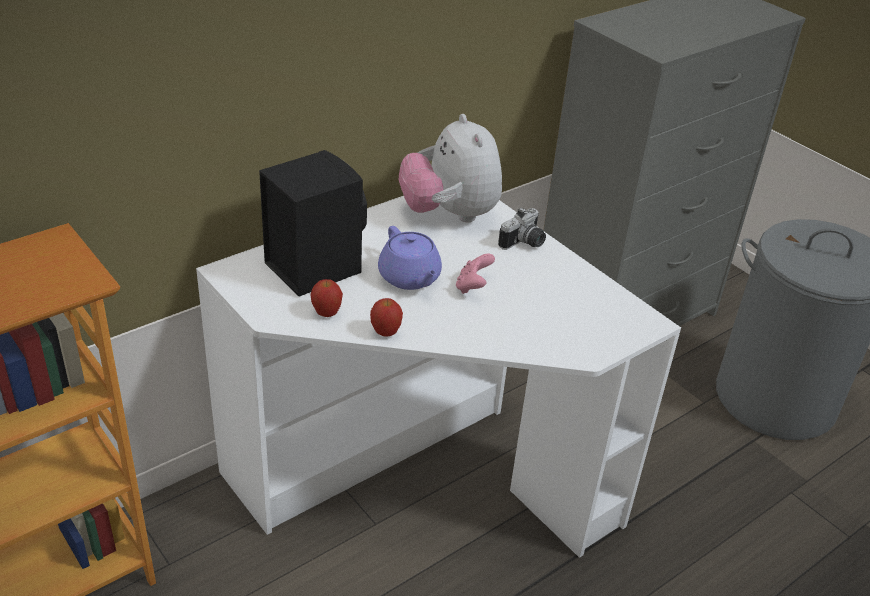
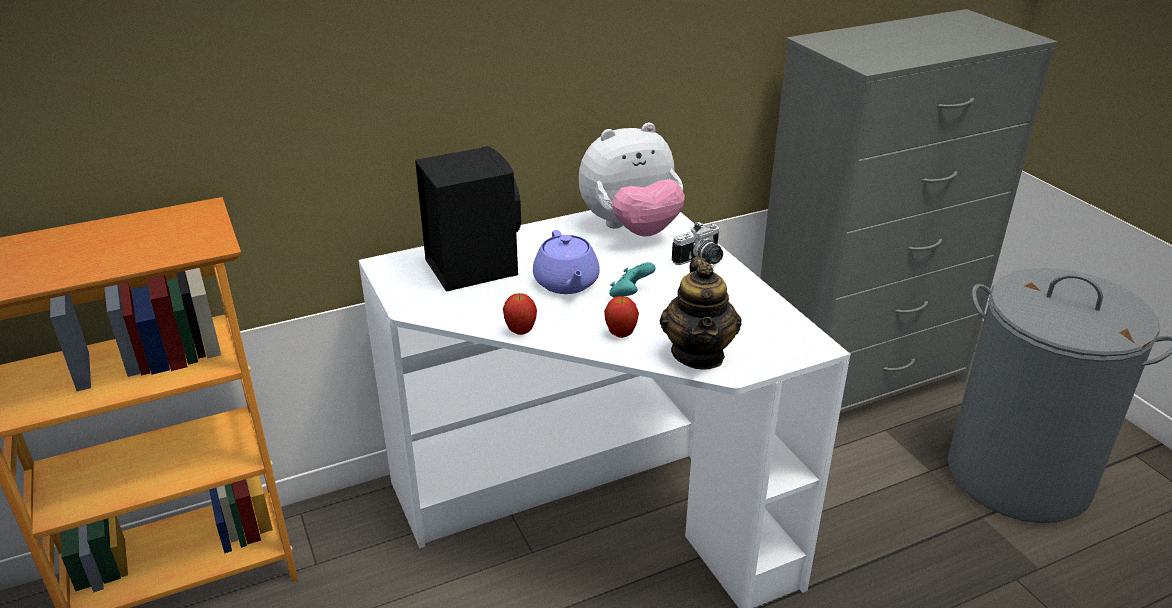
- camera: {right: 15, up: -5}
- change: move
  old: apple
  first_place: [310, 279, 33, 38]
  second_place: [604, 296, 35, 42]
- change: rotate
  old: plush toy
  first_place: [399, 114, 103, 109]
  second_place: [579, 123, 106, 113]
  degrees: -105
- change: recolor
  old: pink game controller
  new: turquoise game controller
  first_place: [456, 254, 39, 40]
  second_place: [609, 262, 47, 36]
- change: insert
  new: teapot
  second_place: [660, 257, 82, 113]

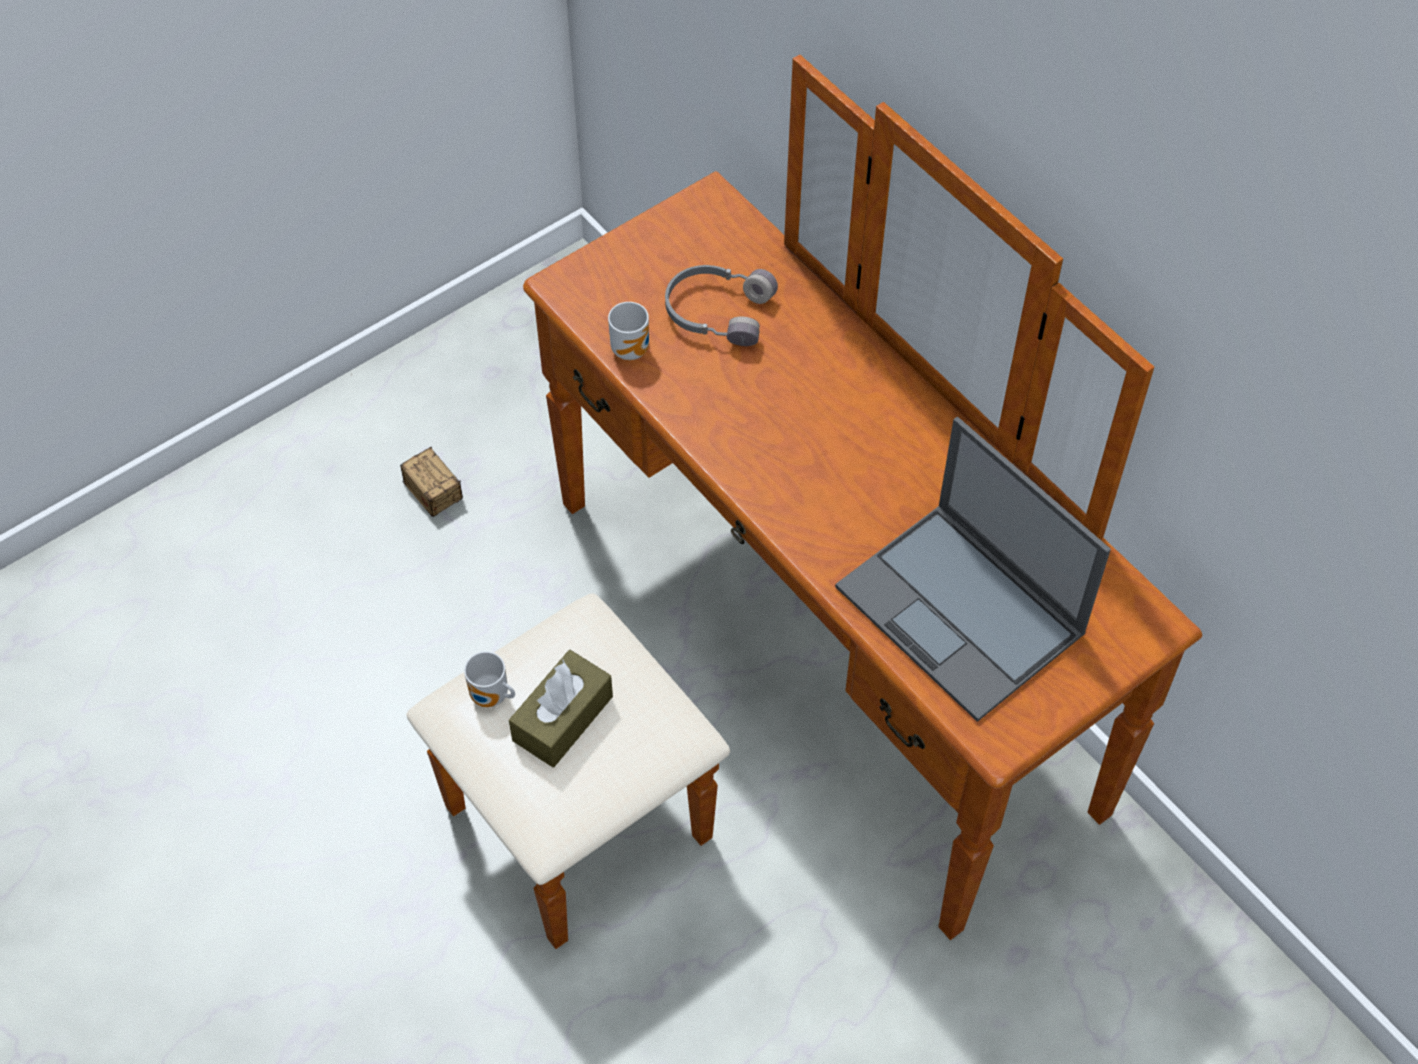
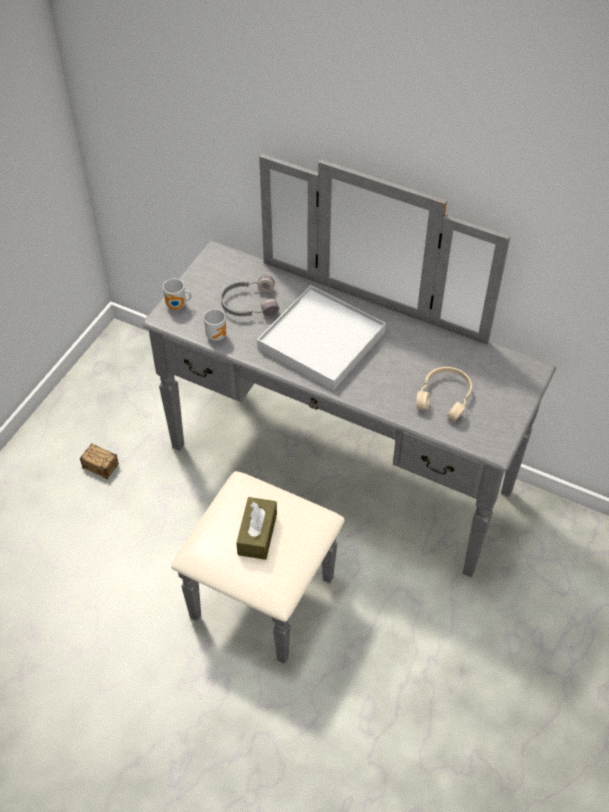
- camera: {right: -25, up: -5}
- change: recolor
  old: brown dresser
  new: grey dresser
  first_place: [407, 55, 795, 894]
  second_place: [142, 154, 414, 510]
- change: move
  old: mug
  first_place: [464, 651, 51, 56]
  second_place: [163, 278, 29, 32]
- change: replace
  old: laptop
  new: beige headphones
  first_place: [835, 417, 276, 305]
  second_place: [416, 367, 56, 55]
- change: insert
  new: white tray
  second_place: [257, 285, 129, 105]

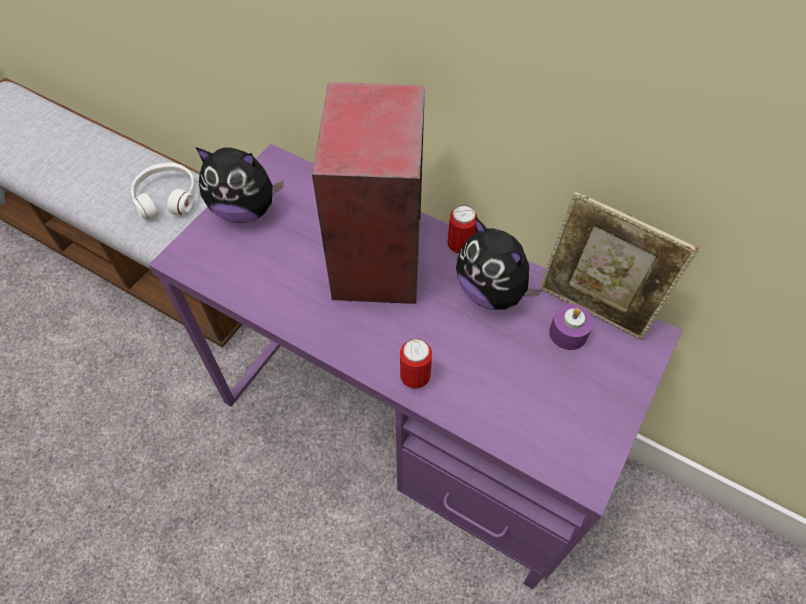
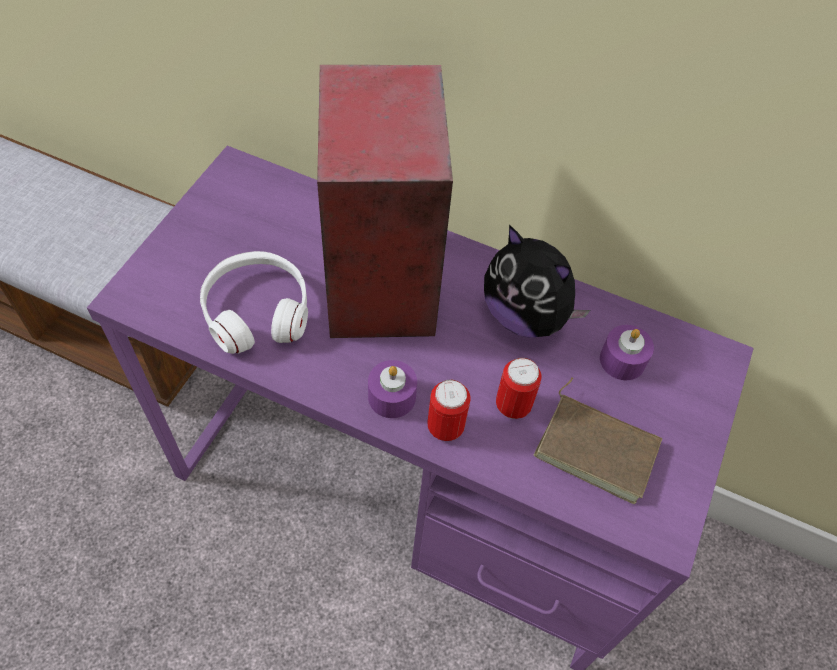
- camera: {right: -10, up: 0}
- change: move
  old: white headphones
  first_place: [131, 163, 65, 56]
  second_place: [200, 251, 108, 103]
- change: delete
  old: plush toy
  first_place: [196, 147, 88, 76]
- change: move
  old: can
  first_place: [447, 205, 31, 50]
  second_place: [496, 358, 45, 61]
- change: delete
  old: picture frame
  first_place: [539, 191, 160, 149]
- change: insert
  new: purple candle
  second_place: [368, 360, 49, 58]
- change: insert
  new: brown book
  second_place: [534, 377, 128, 127]

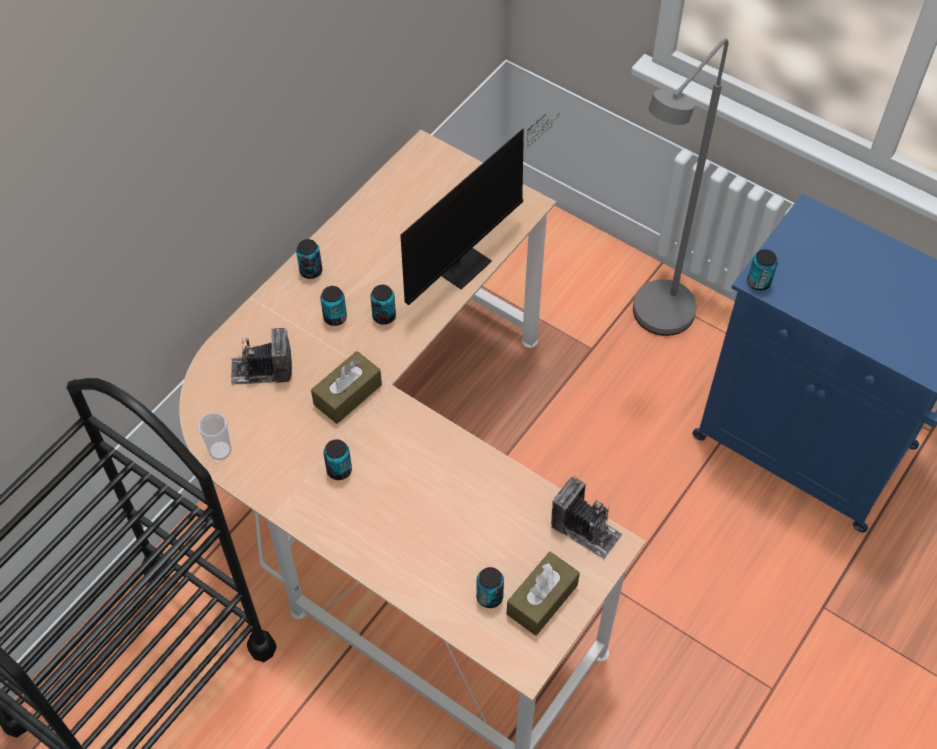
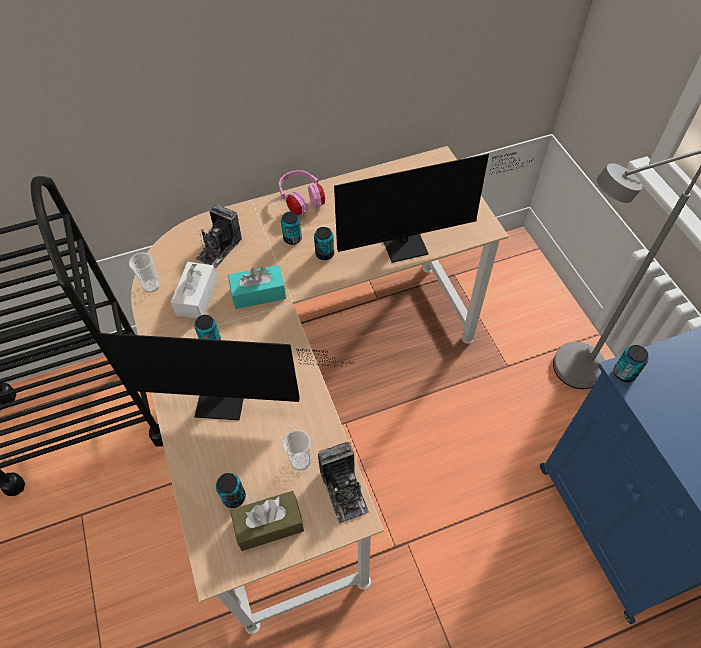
- camera: {right: 35, up: 0}
- change: rotate
  old: photo camera
  first_place: [231, 328, 61, 56]
  second_place: [195, 204, 47, 64]
  degrees: -90
- change: replace
  old: can
  new: pink headphones
  first_place: [296, 239, 26, 40]
  second_place: [279, 170, 46, 45]
- change: recolor
  old: brown tissue box
  new: turquoise tissue box
  first_place: [311, 351, 71, 73]
  second_place: [228, 265, 58, 44]
- change: insert
  new: monitor
  second_place: [99, 333, 256, 87]
- change: insert
  new: white tissue box
  second_place: [171, 262, 46, 57]
- change: insert
  new: cup
  second_place: [283, 430, 28, 41]

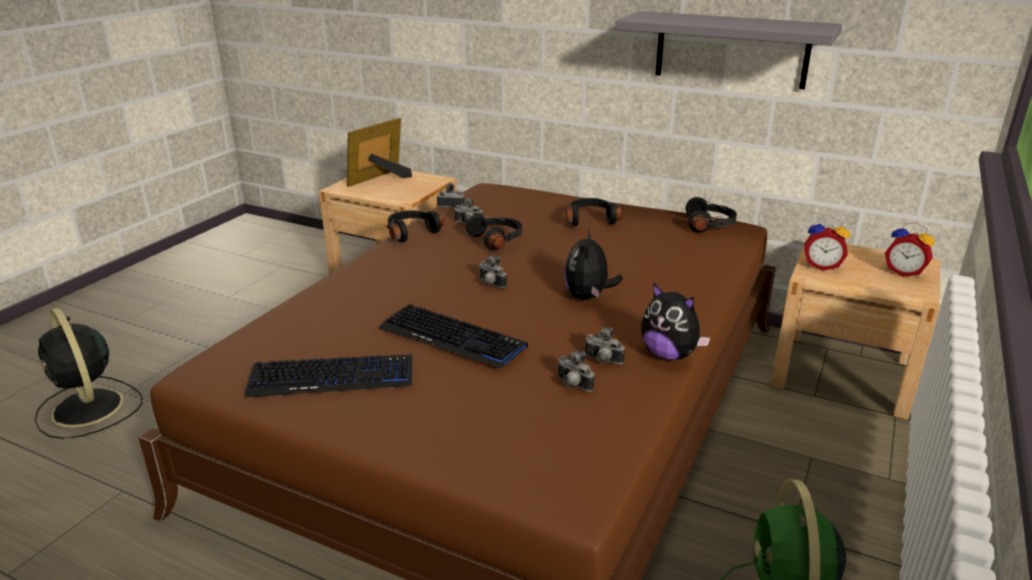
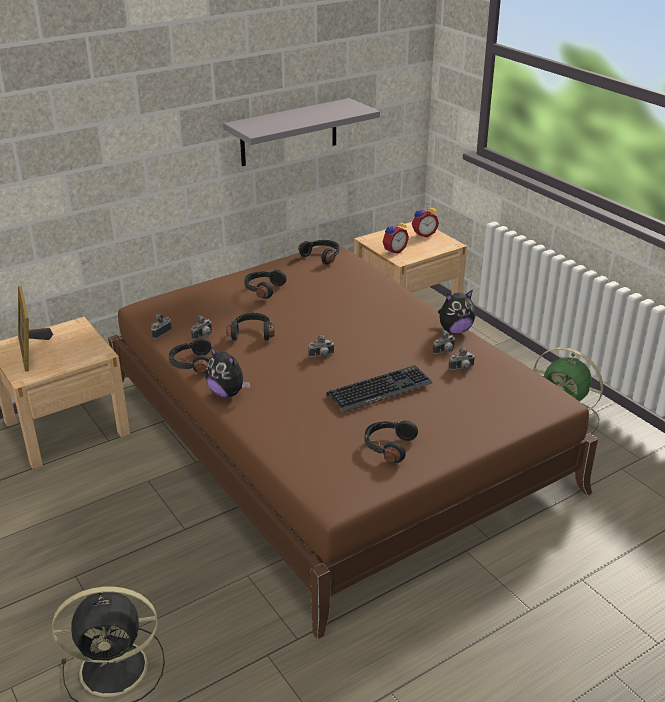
- camera: {right: -60, up: 5}
- change: replace
  old: keyboard
  new: black headphones
  first_place: [244, 354, 169, 44]
  second_place: [364, 420, 54, 43]
- change: move
  old: plush toy
  first_place: [564, 229, 59, 71]
  second_place: [205, 346, 45, 51]

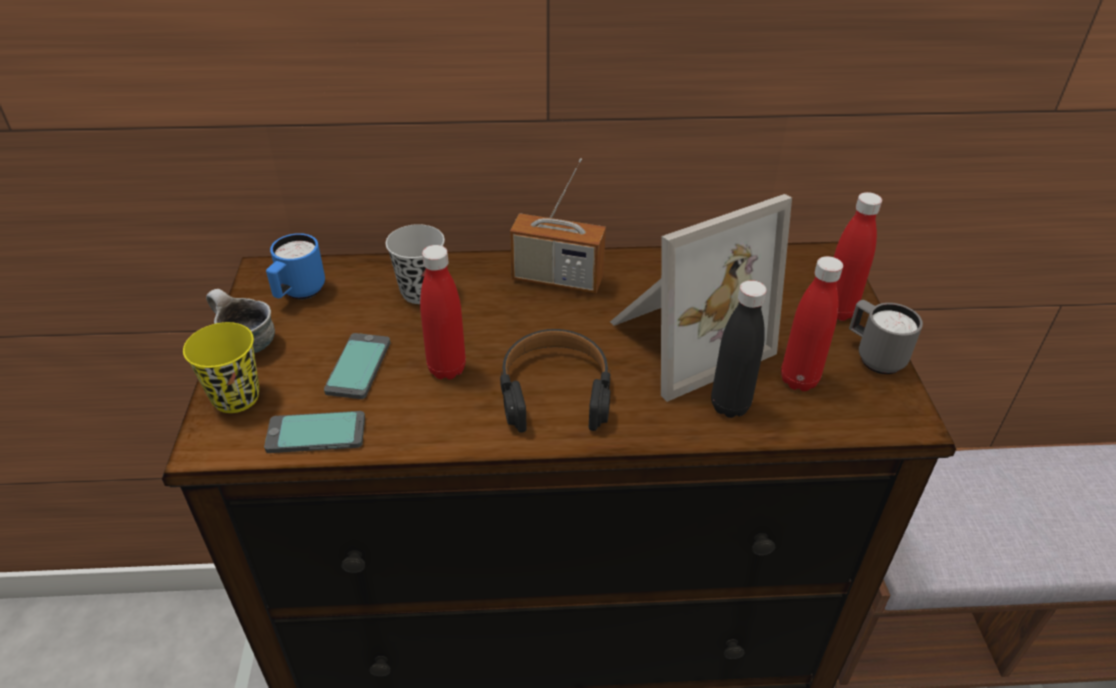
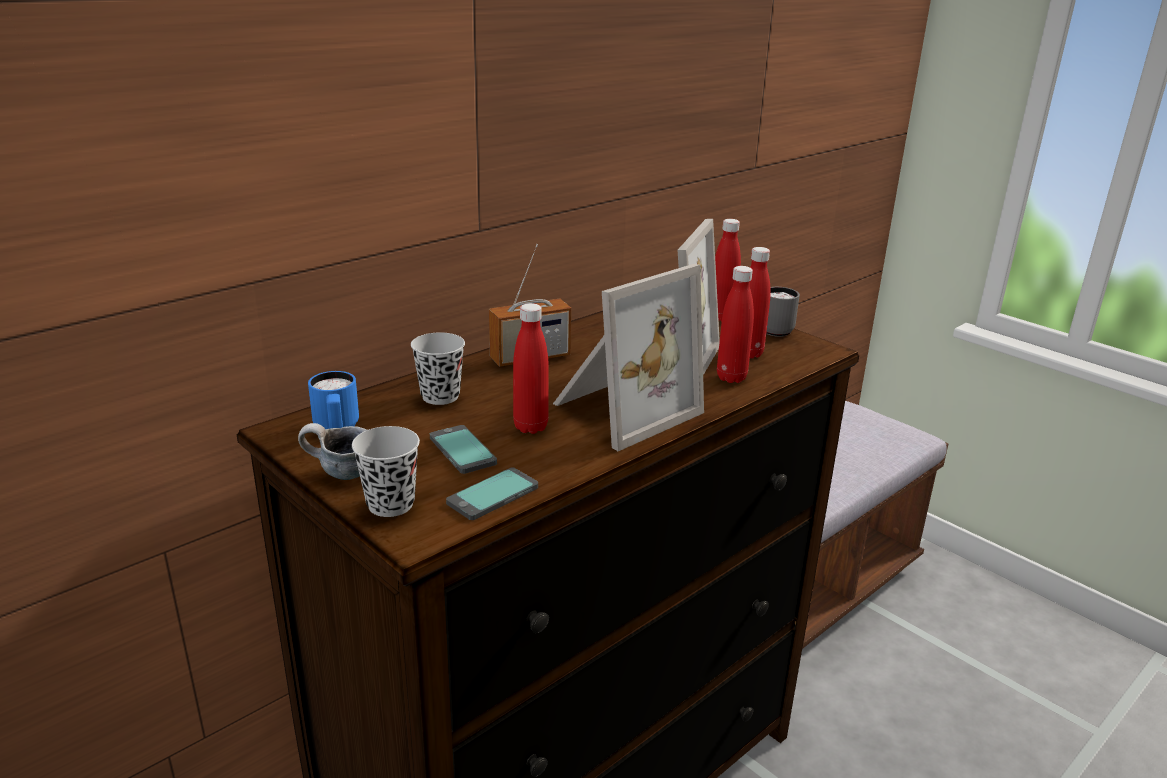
- camera: {right: -40, up: -15}
- change: recolor
  old: yellow cup
  new: black cup
  first_place: [183, 322, 77, 91]
  second_place: [352, 426, 68, 91]
- change: replace
  old: black headphones
  new: picture frame
  first_place: [500, 329, 110, 104]
  second_place: [553, 264, 151, 187]
- change: recolor
  old: black bottle
  new: red bottle
  first_place: [711, 280, 56, 138]
  second_place: [717, 266, 37, 117]

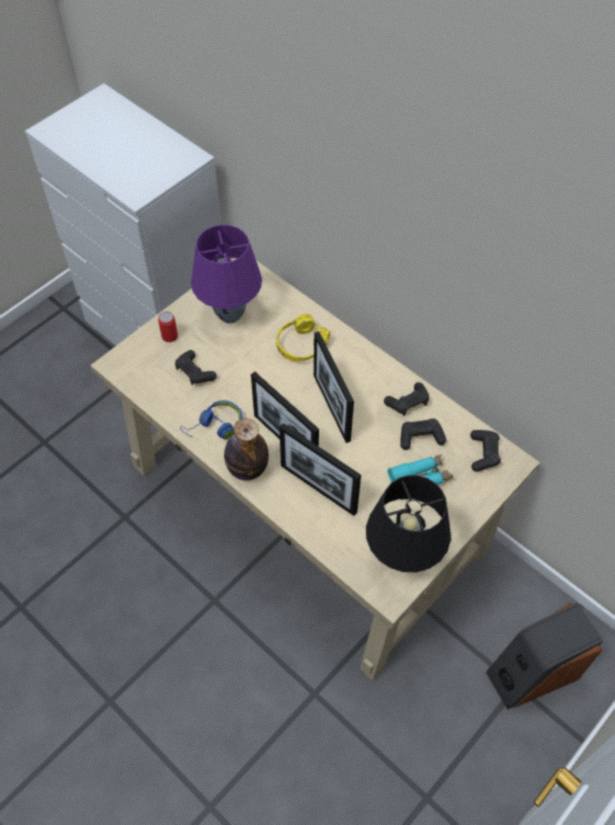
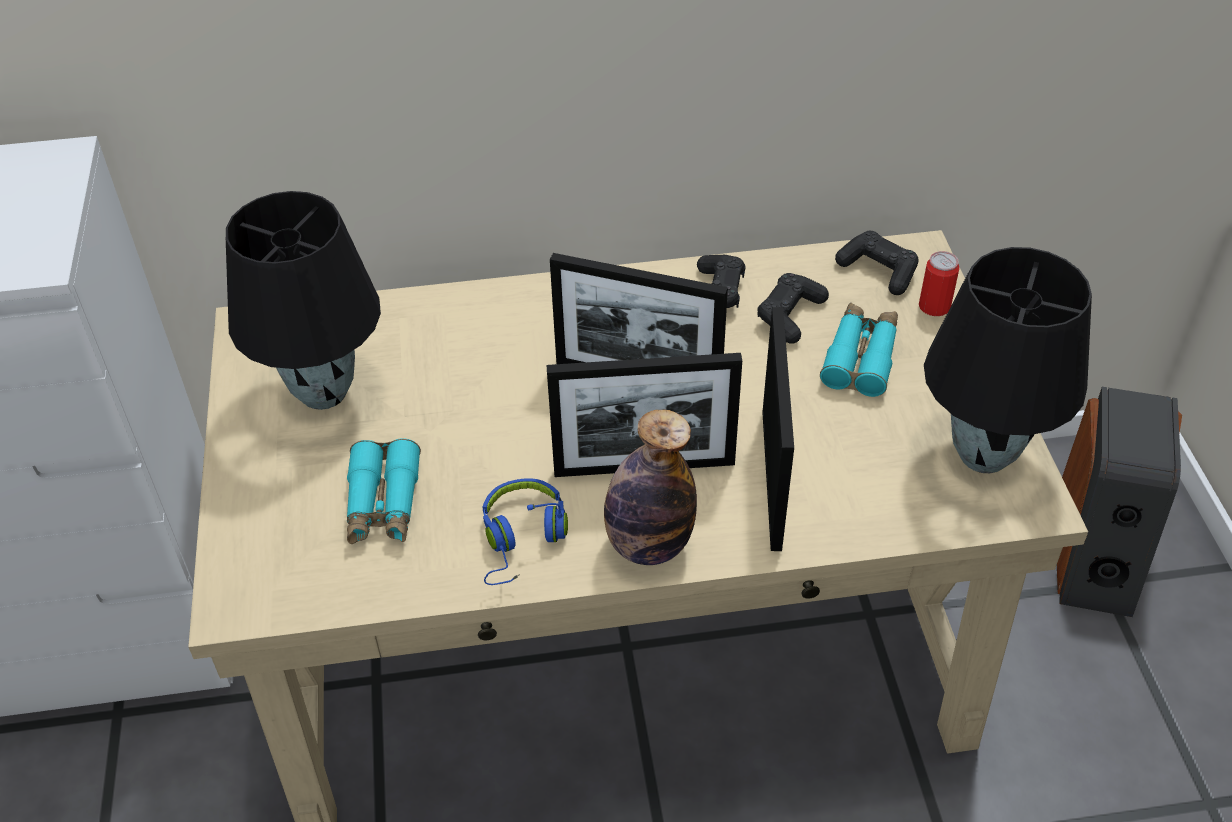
- camera: {right: -50, up: -10}
- change: move
  old: can
  first_place: [158, 311, 20, 31]
  second_place: [919, 251, 41, 65]
- change: replace
  old: black game controller
  new: turquoise binoculars
  first_place: [175, 350, 42, 35]
  second_place: [347, 438, 74, 106]
- change: recolor
  old: purple table lamp
  new: black table lamp
  first_place: [191, 225, 71, 98]
  second_place: [226, 191, 155, 219]
- change: delete
  old: yellow headphones
  first_place: [276, 314, 54, 47]
- change: rotate
  old: picture frame
  first_place: [279, 423, 82, 93]
  second_place: [762, 307, 32, 244]
  degrees: -75

